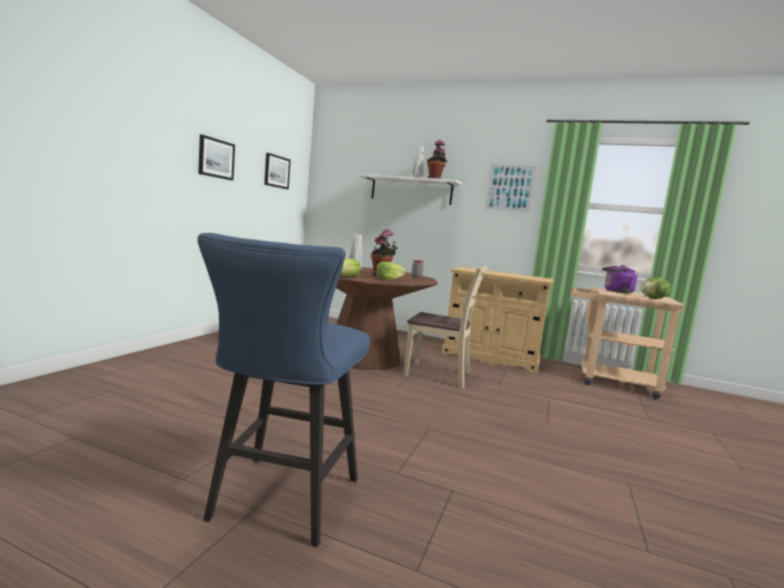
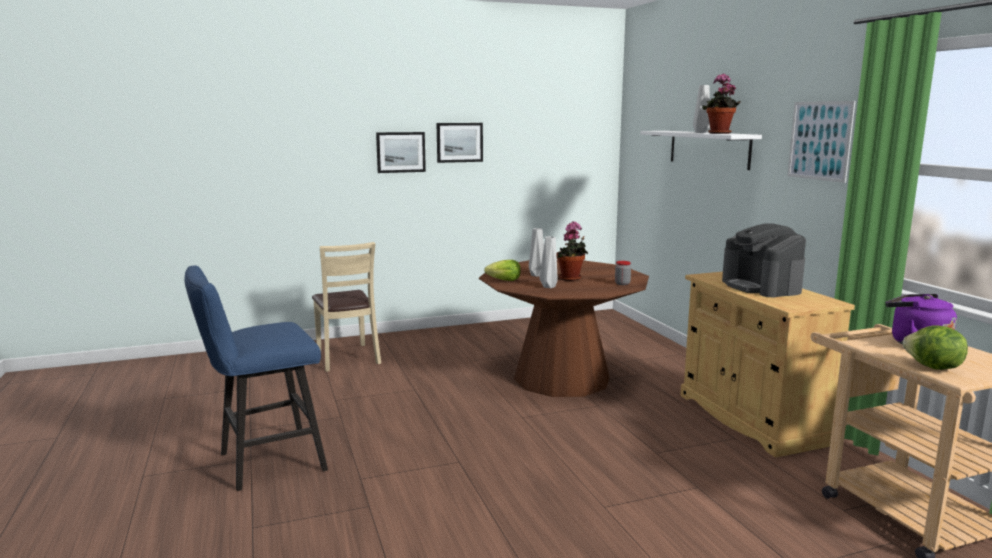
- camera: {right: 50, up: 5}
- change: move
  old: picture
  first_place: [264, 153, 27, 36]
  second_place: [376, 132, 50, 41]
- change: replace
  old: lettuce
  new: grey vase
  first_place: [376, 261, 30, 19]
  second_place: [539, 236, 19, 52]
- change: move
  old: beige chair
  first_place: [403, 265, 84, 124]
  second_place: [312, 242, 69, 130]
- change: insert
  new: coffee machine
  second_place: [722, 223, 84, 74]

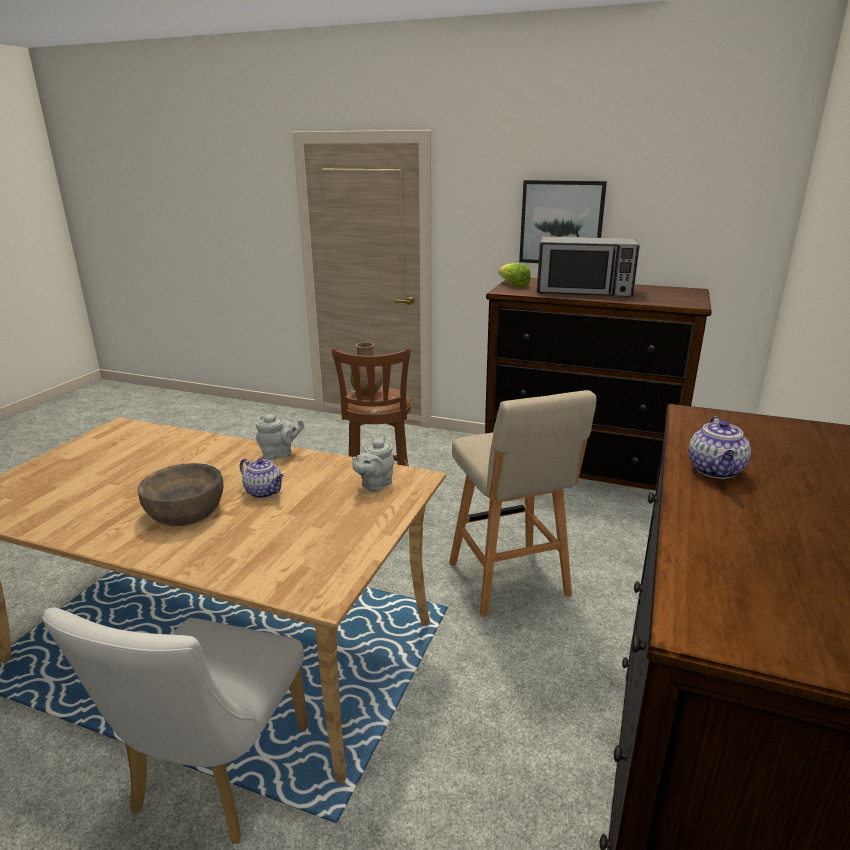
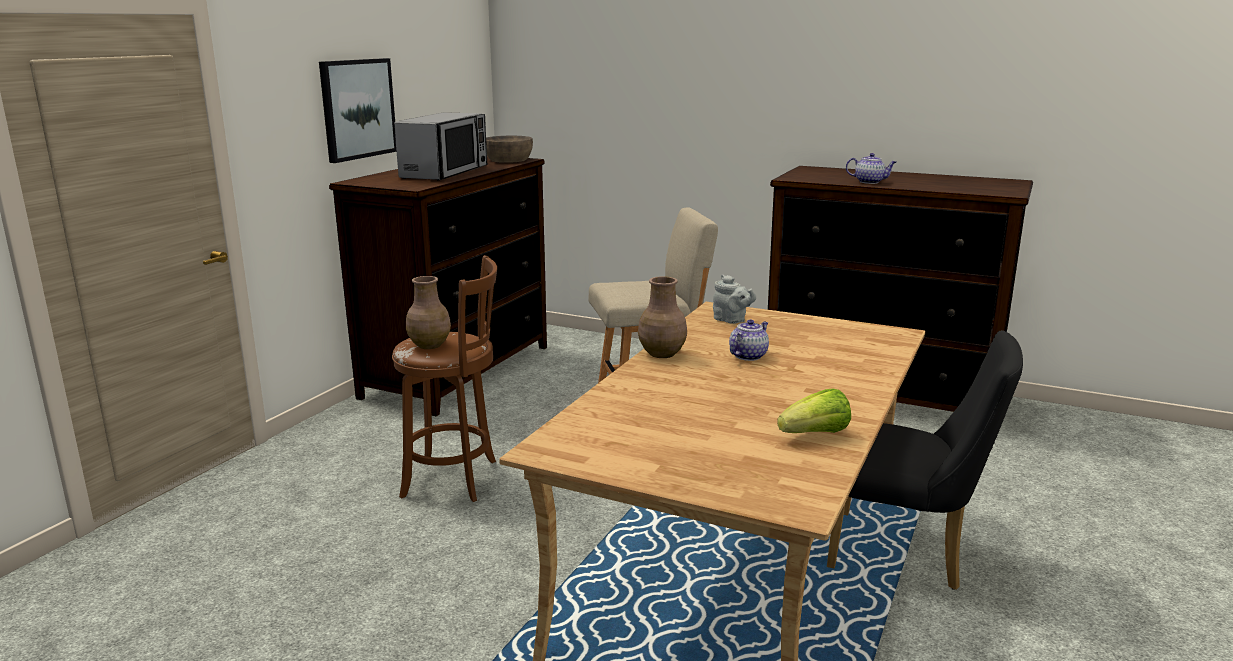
- camera: {right: -85, up: -5}
- change: recolor
  old: white chair
  new: black chair
  first_place: [42, 608, 266, 236]
  second_place: [827, 330, 196, 260]
- change: move
  old: brown bowl
  first_place: [138, 463, 86, 63]
  second_place: [486, 136, 47, 27]
- change: replace
  old: grey teapot
  new: brown vase
  first_place: [256, 414, 48, 46]
  second_place: [638, 276, 49, 82]
- change: move
  old: lettuce
  first_place: [498, 263, 33, 24]
  second_place: [777, 389, 74, 44]

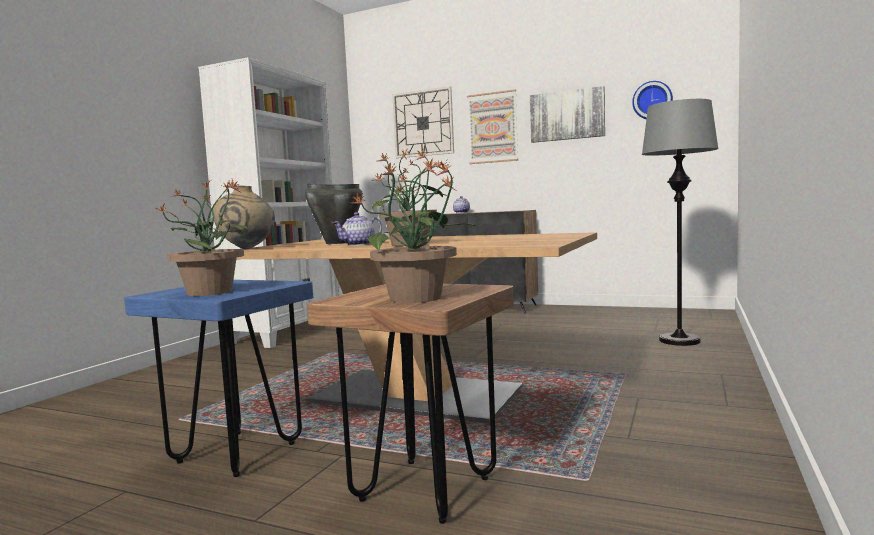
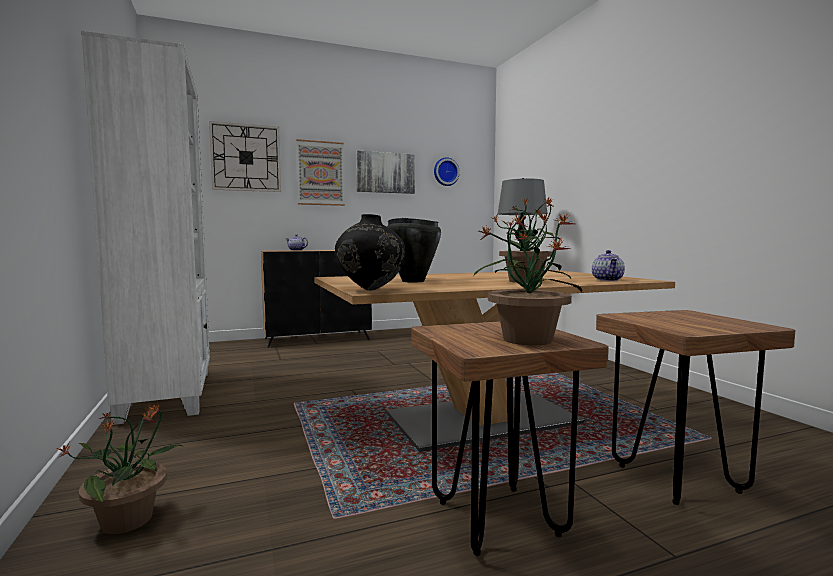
- camera: {right: -45, up: 0}
- change: recolor
  old: blue stool
  new: brown stool
  first_place: [124, 280, 189, 197]
  second_place: [412, 321, 197, 235]
- change: recolor
  old: beige vase
  new: black vase
  first_place: [212, 185, 63, 65]
  second_place: [335, 214, 70, 77]
- change: move
  old: teapot
  first_place: [332, 212, 50, 34]
  second_place: [592, 250, 33, 31]
- change: move
  old: potted plant
  first_place: [352, 158, 126, 145]
  second_place: [57, 403, 125, 131]

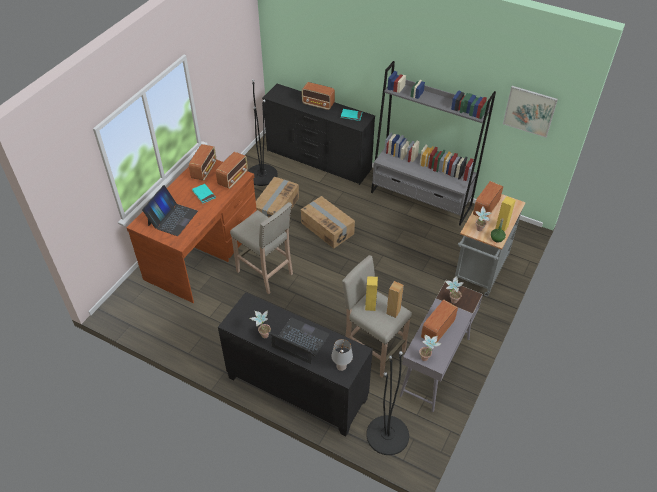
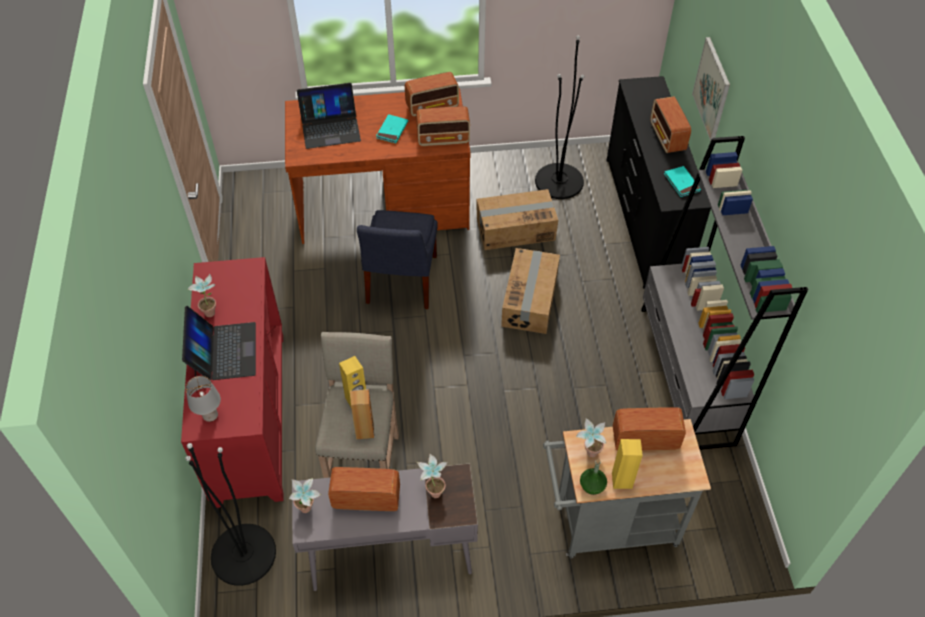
- camera: {right: 55, up: 5}
- change: recolor
  old: black cabinet
  new: red cabinet
  first_place: [218, 292, 155, 144]
  second_place: [181, 257, 102, 251]
- change: replace
  old: beige stool
  new: blue chair
  first_place: [230, 202, 63, 92]
  second_place: [357, 210, 81, 99]
- change: move
  old: picture
  first_place: [503, 86, 55, 52]
  second_place: [692, 37, 38, 104]

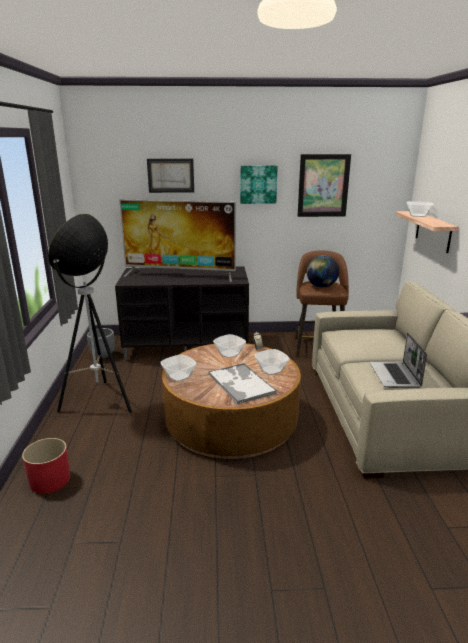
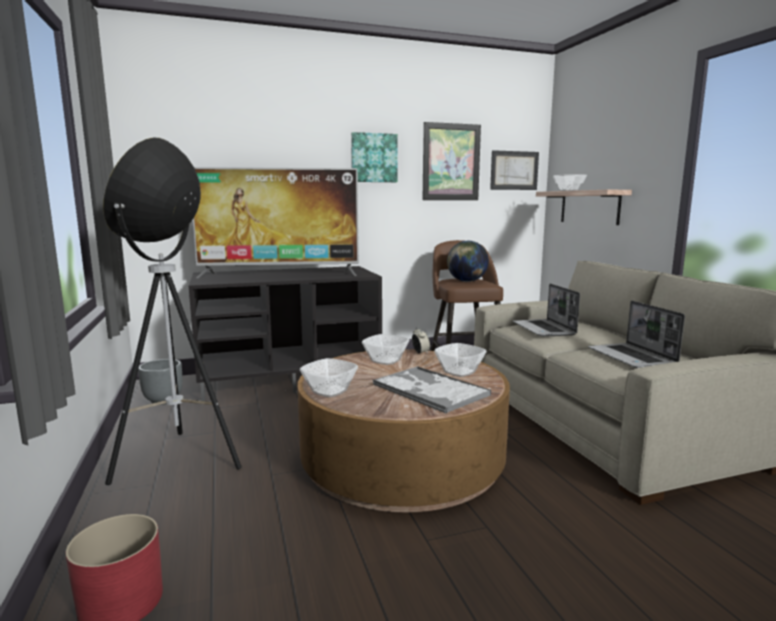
- camera: {right: -15, up: -10}
- change: move
  old: picture
  first_place: [147, 159, 47, 34]
  second_place: [490, 150, 49, 40]
- change: insert
  new: laptop
  second_place: [513, 284, 67, 53]

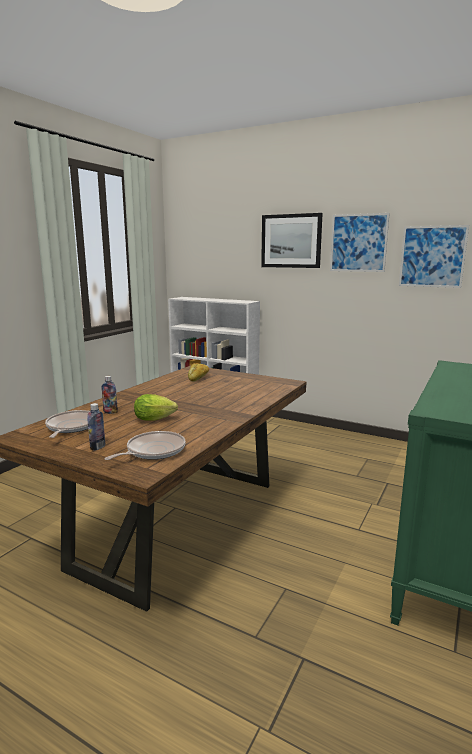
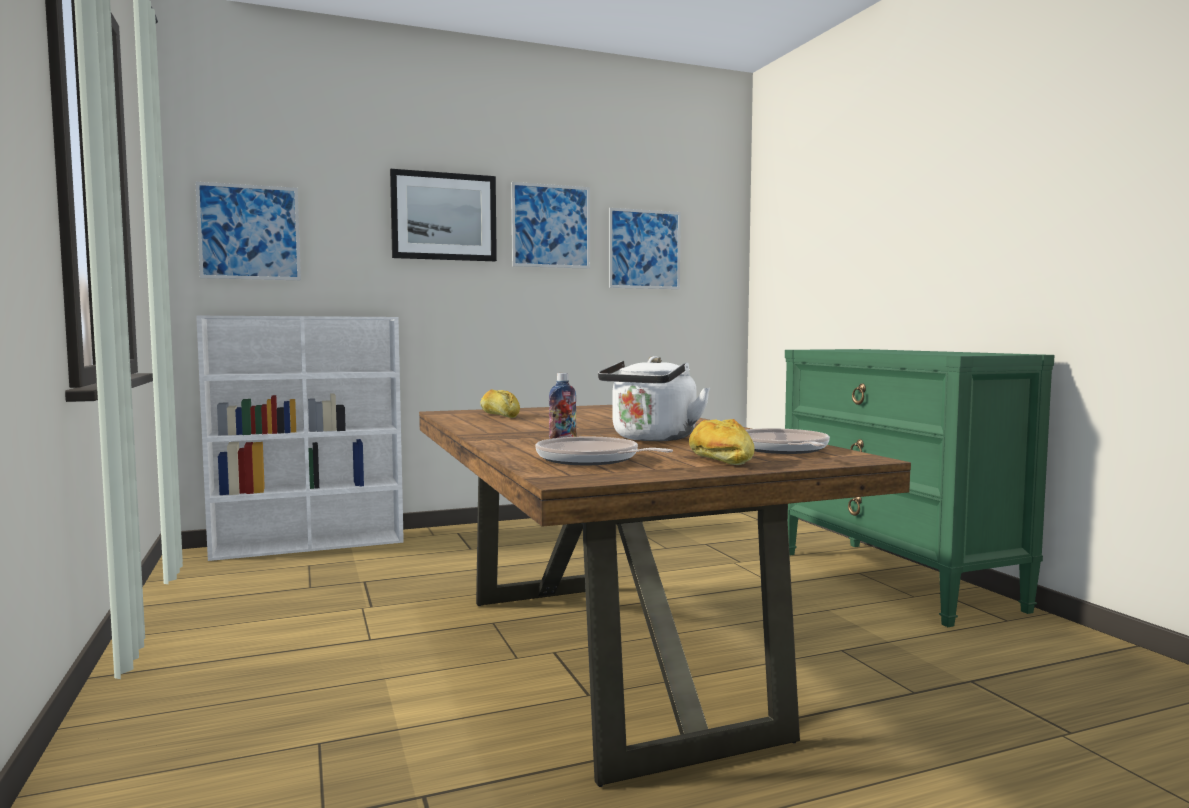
- camera: {right: -50, up: -10}
- change: replace
  old: bottle
  new: bread
  first_place: [87, 403, 18, 48]
  second_place: [689, 419, 66, 46]
- change: replace
  old: lettuce
  new: white kettle
  first_place: [134, 394, 44, 27]
  second_place: [598, 356, 112, 85]
- change: insert
  new: picture
  second_place: [195, 182, 106, 98]

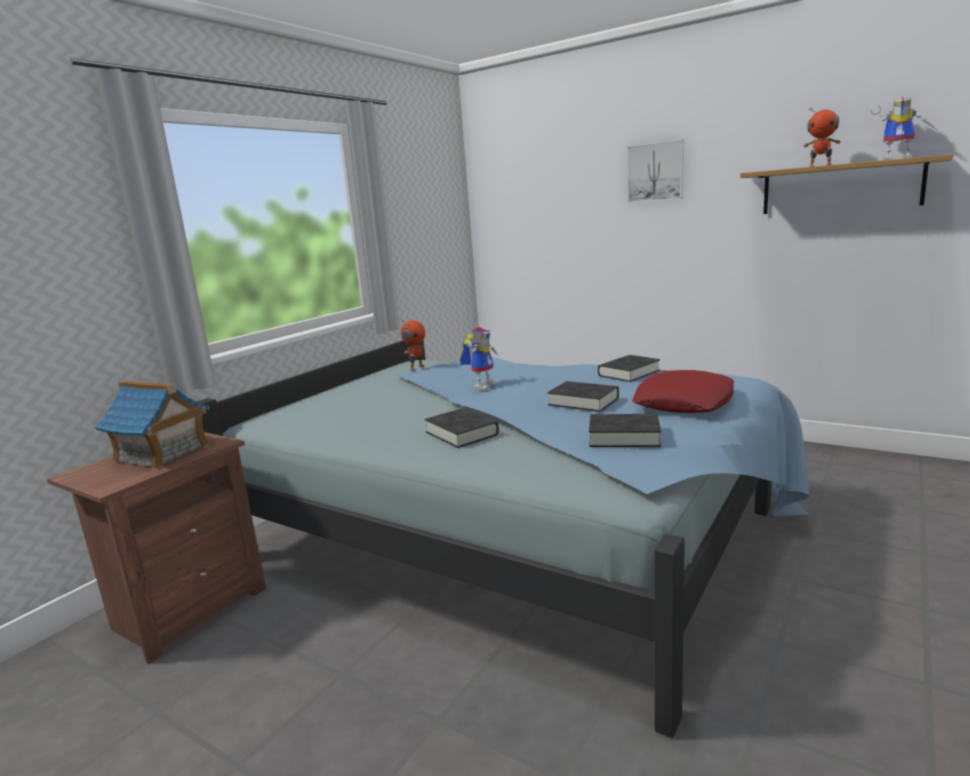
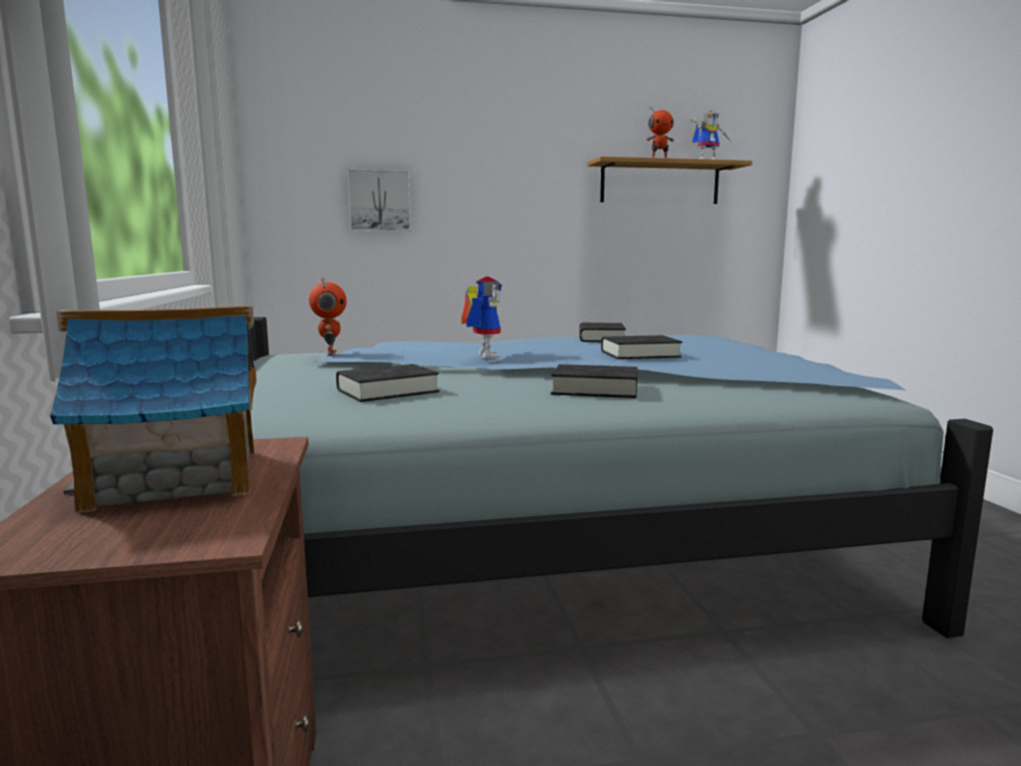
- camera: {right: -45, up: -5}
- change: move
  old: black book
  first_place: [589, 414, 72, 33]
  second_place: [336, 364, 103, 38]
- change: move
  old: picture
  first_place: [627, 139, 57, 64]
  second_place: [348, 169, 63, 63]
- change: delete
  old: red pillow
  first_place: [632, 370, 102, 43]

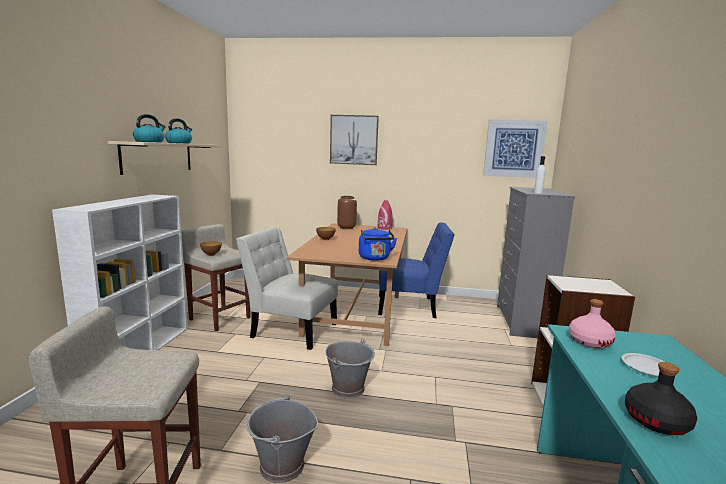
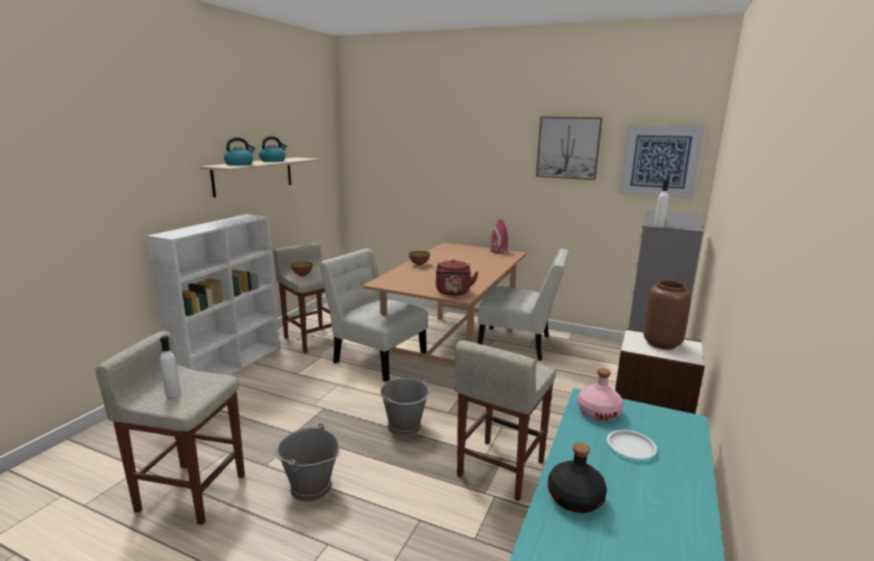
- camera: {right: 15, up: 5}
- change: move
  old: picture
  first_place: [330, 115, 49, 50]
  second_place: [536, 117, 66, 63]
- change: move
  old: brown vase
  first_place: [337, 196, 20, 33]
  second_place: [643, 280, 48, 70]
- change: recolor
  old: blue kettle
  new: red kettle
  first_place: [359, 227, 38, 34]
  second_place: [436, 259, 43, 37]
- change: recolor
  old: blue chair
  new: white chair
  first_place: [378, 222, 77, 96]
  second_place: [478, 249, 91, 112]
- change: insert
  new: white bottle
  second_place: [160, 336, 21, 61]
- change: insert
  new: beige stool
  second_place: [455, 340, 101, 161]

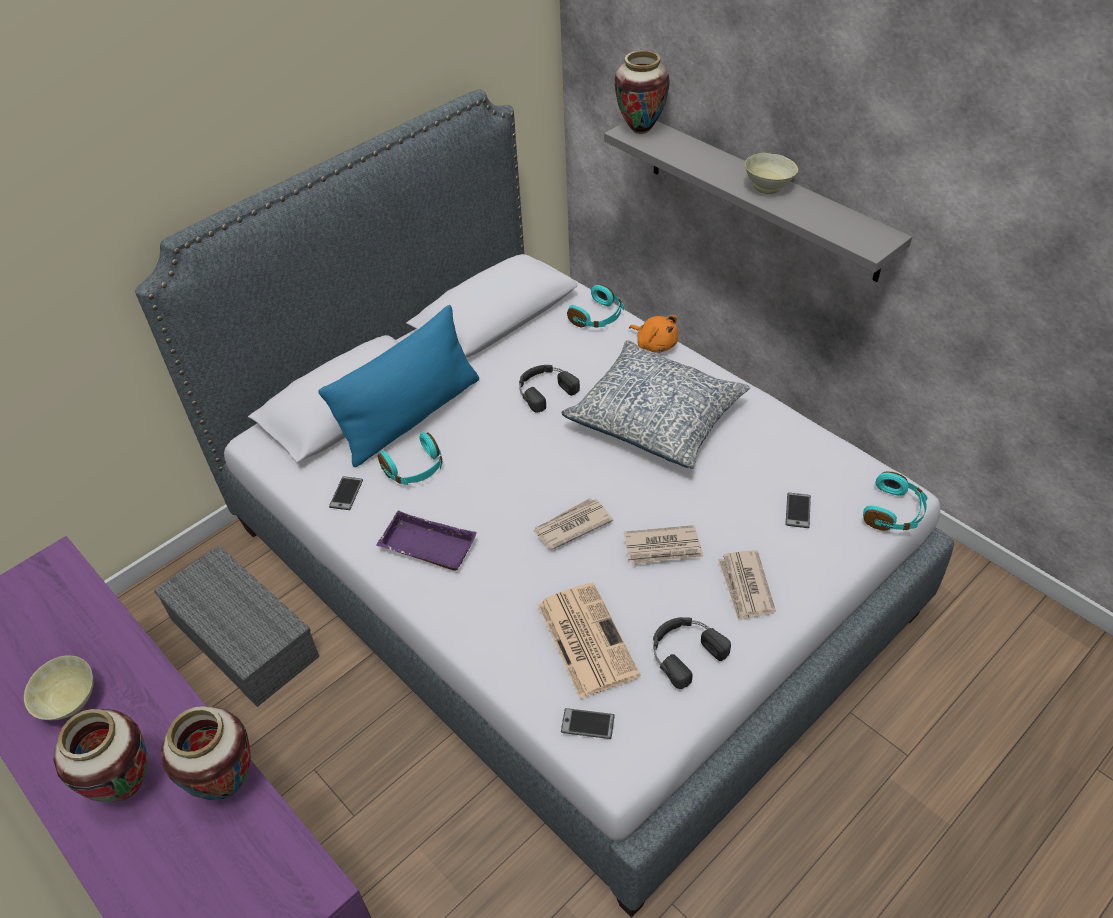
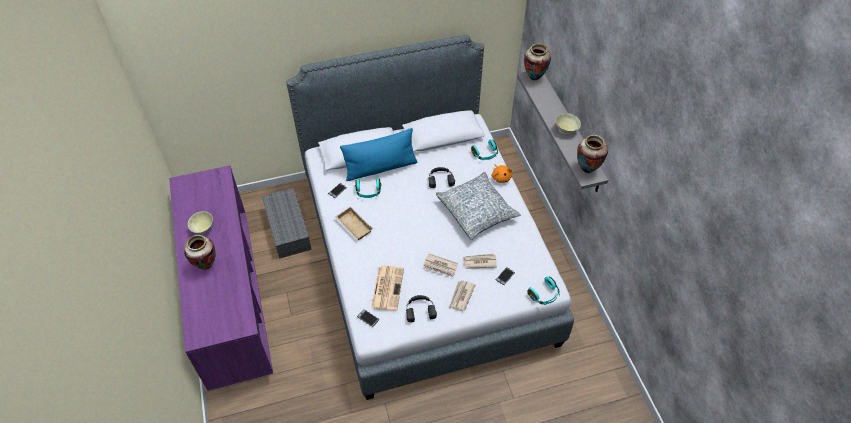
- camera: {right: 25, up: 5}
- change: move
  old: vase
  first_place: [161, 706, 90, 94]
  second_place: [577, 135, 31, 38]
- change: recolor
  old: purple tray
  new: beige tray
  first_place: [376, 511, 101, 60]
  second_place: [335, 207, 38, 33]
- change: move
  old: newspaper
  first_place: [533, 498, 80, 52]
  second_place: [463, 254, 34, 15]

